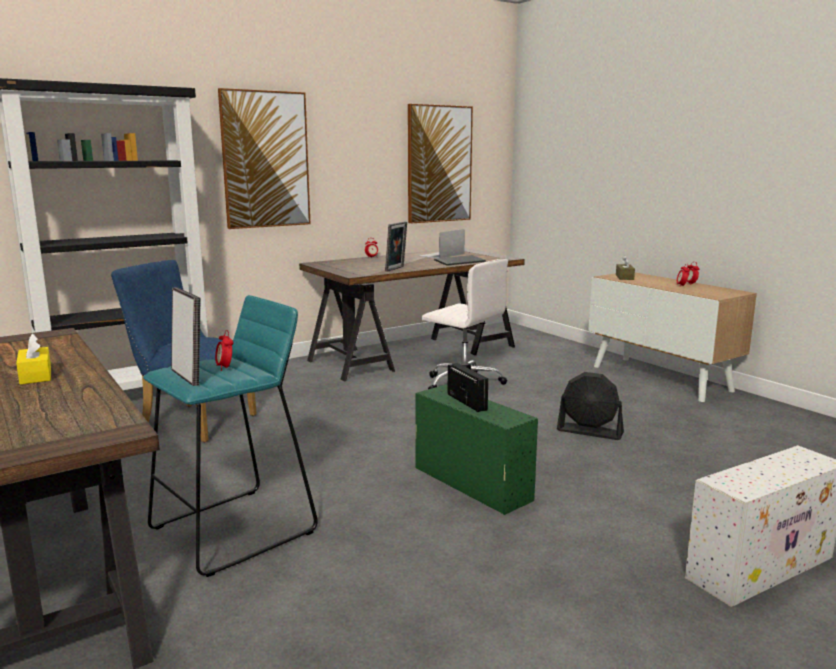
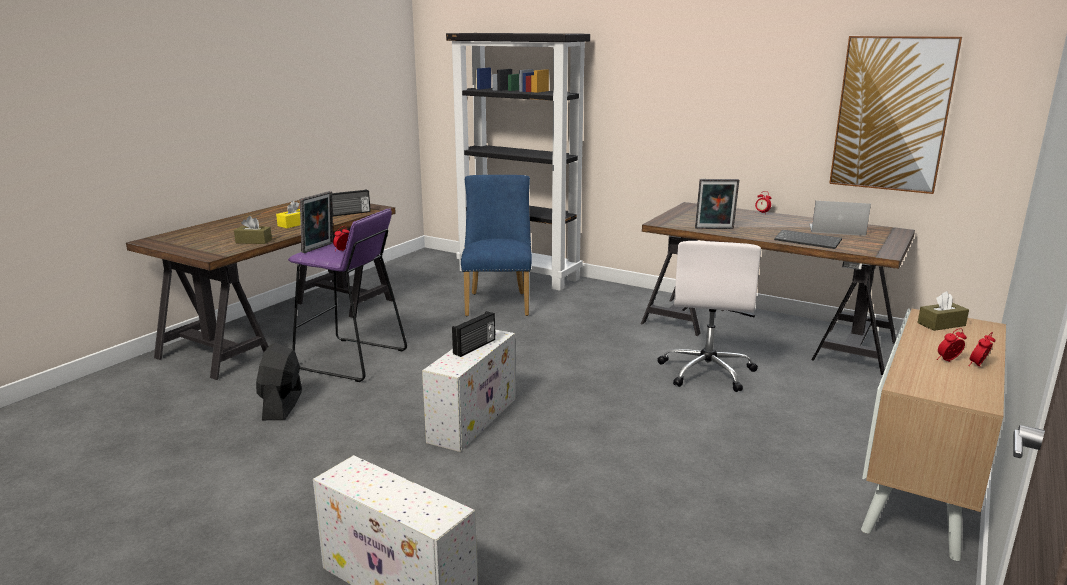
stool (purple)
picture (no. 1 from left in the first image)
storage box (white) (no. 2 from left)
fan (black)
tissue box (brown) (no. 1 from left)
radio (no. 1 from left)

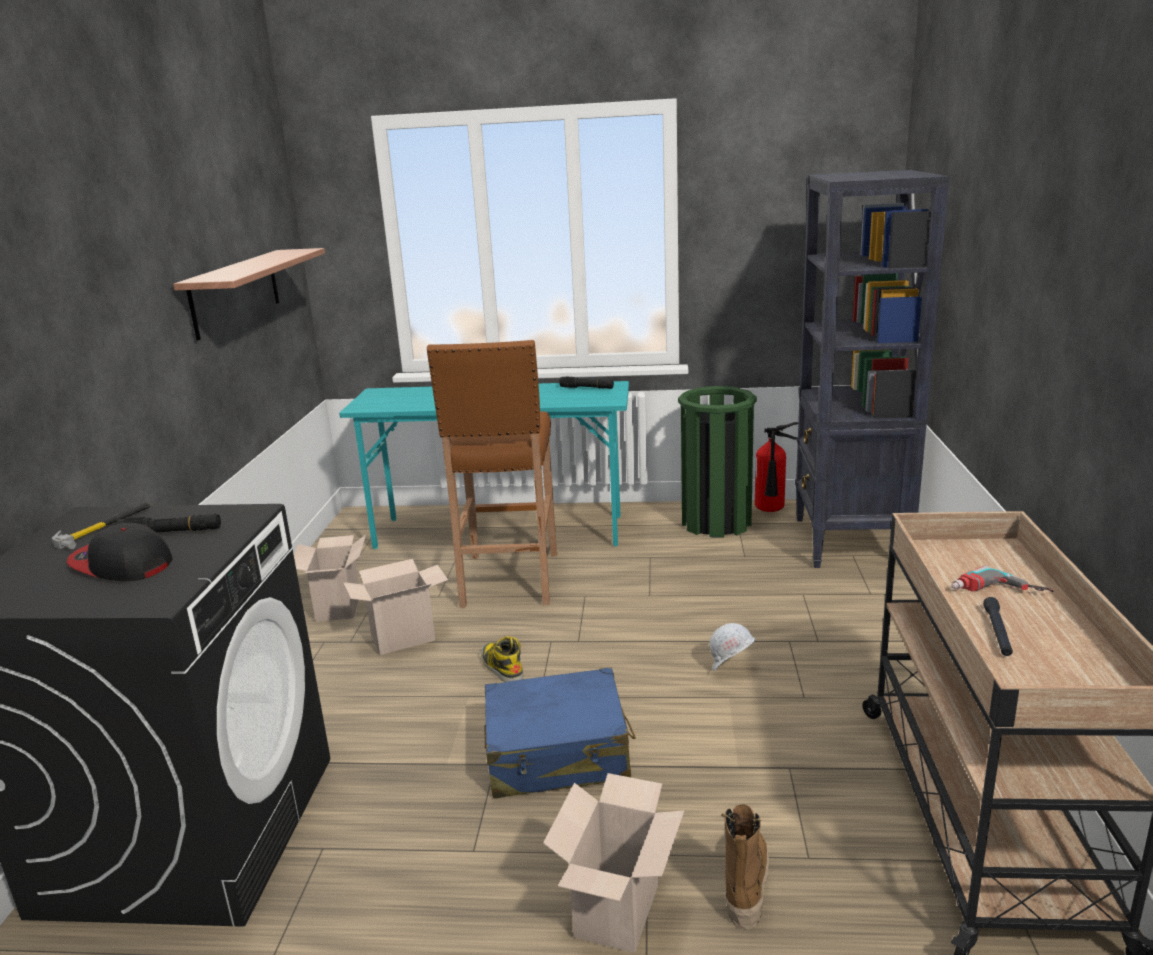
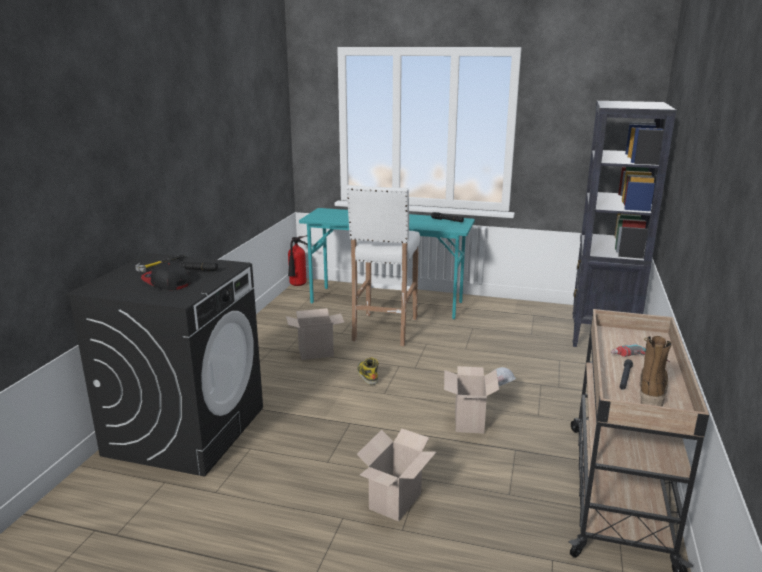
shelf
cardboard box (no. 3 from left)
stool (white)
suitcase (blue)
trash can (green)
boot (no. 2 from left)
fire extinguisher

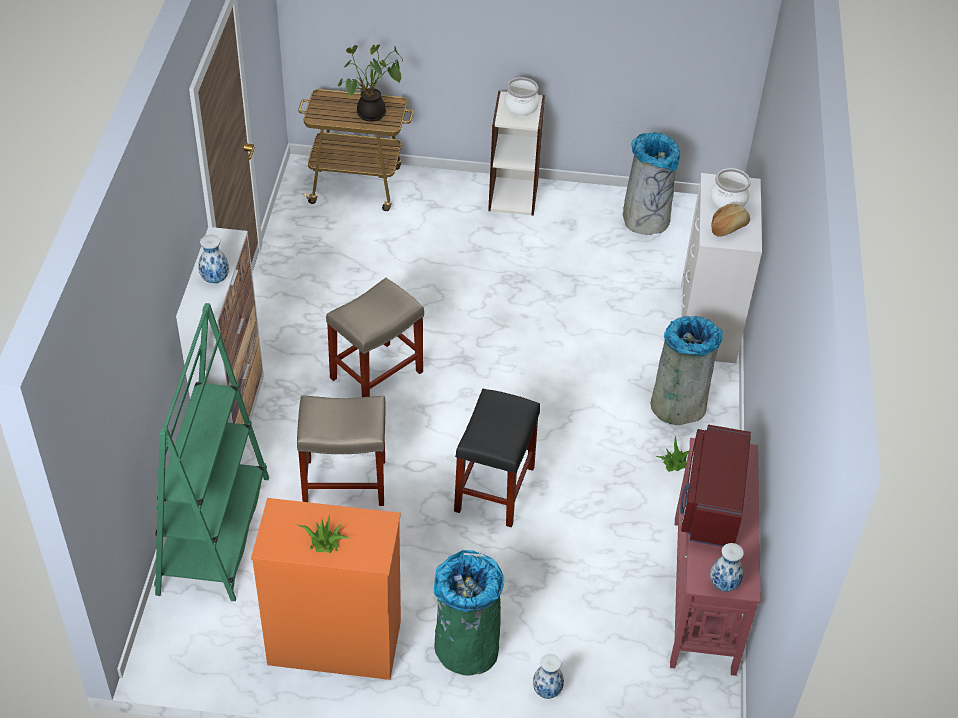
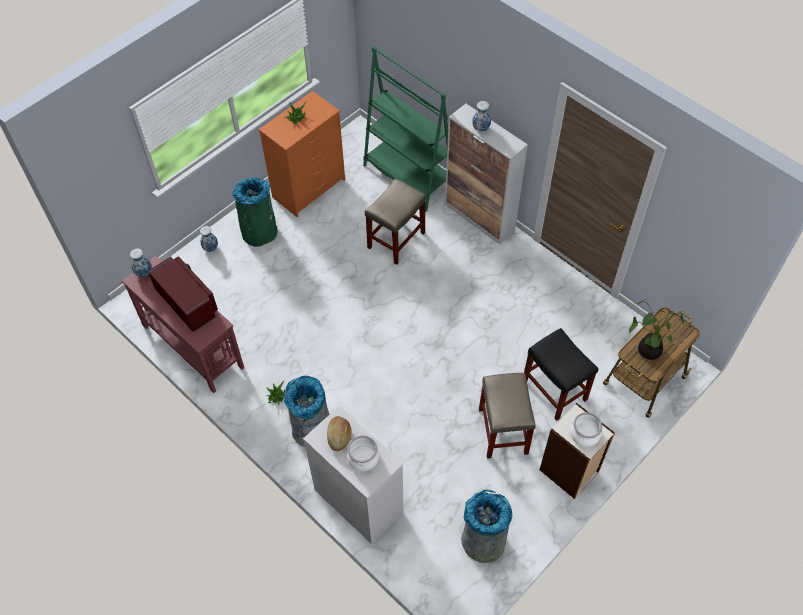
stool (beige) (no. 2 from left)
stool (black)

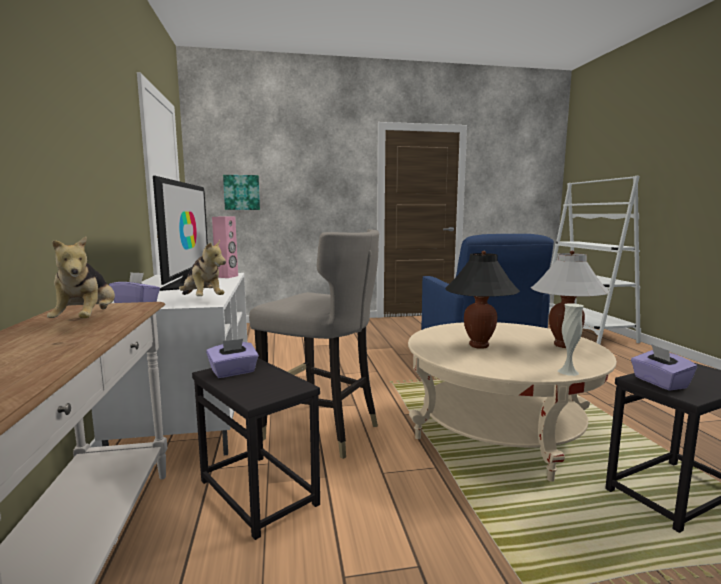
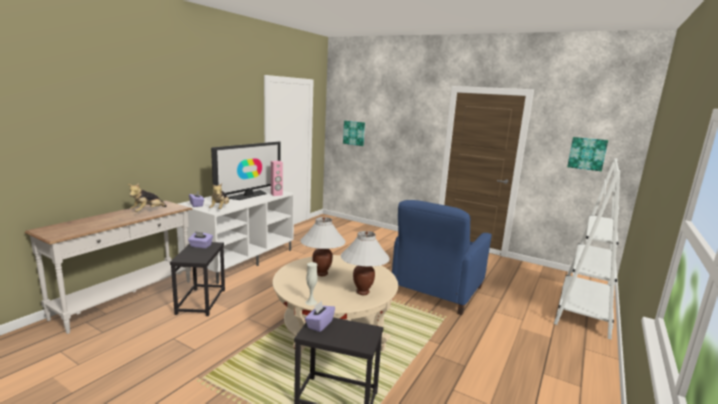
stool (grey)
table lamp (white) (no. 1 from left)
picture (no. 2 from left)

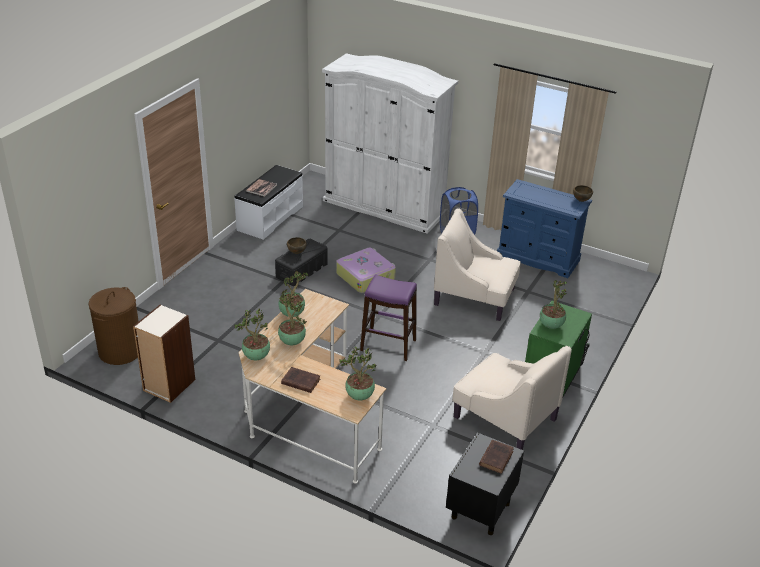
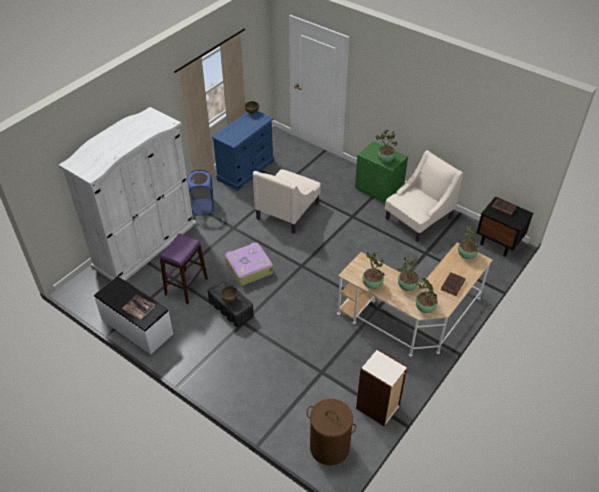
stool (purple)

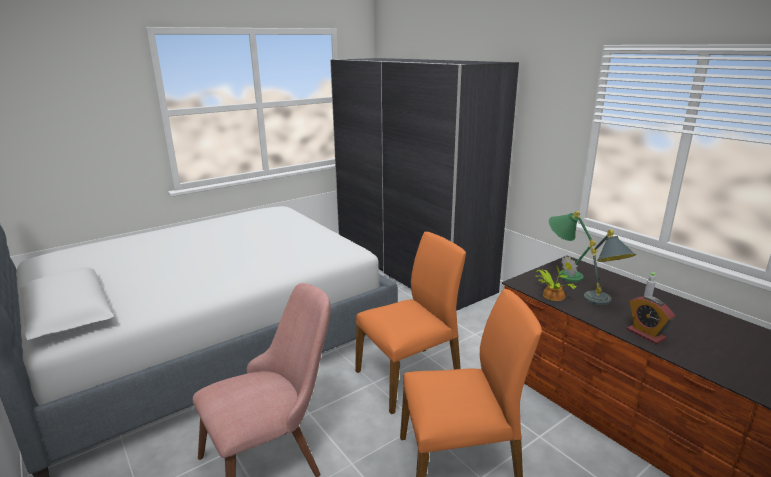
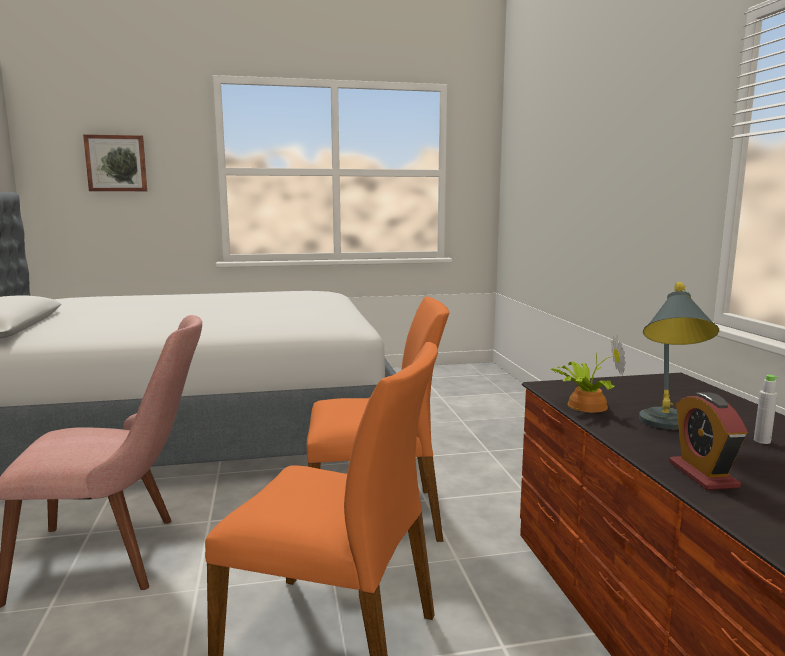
wardrobe (grey)
table lamp (green)
picture

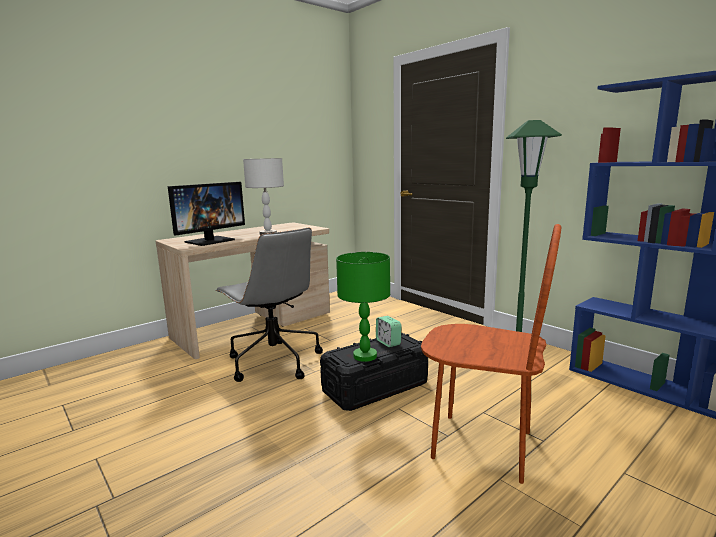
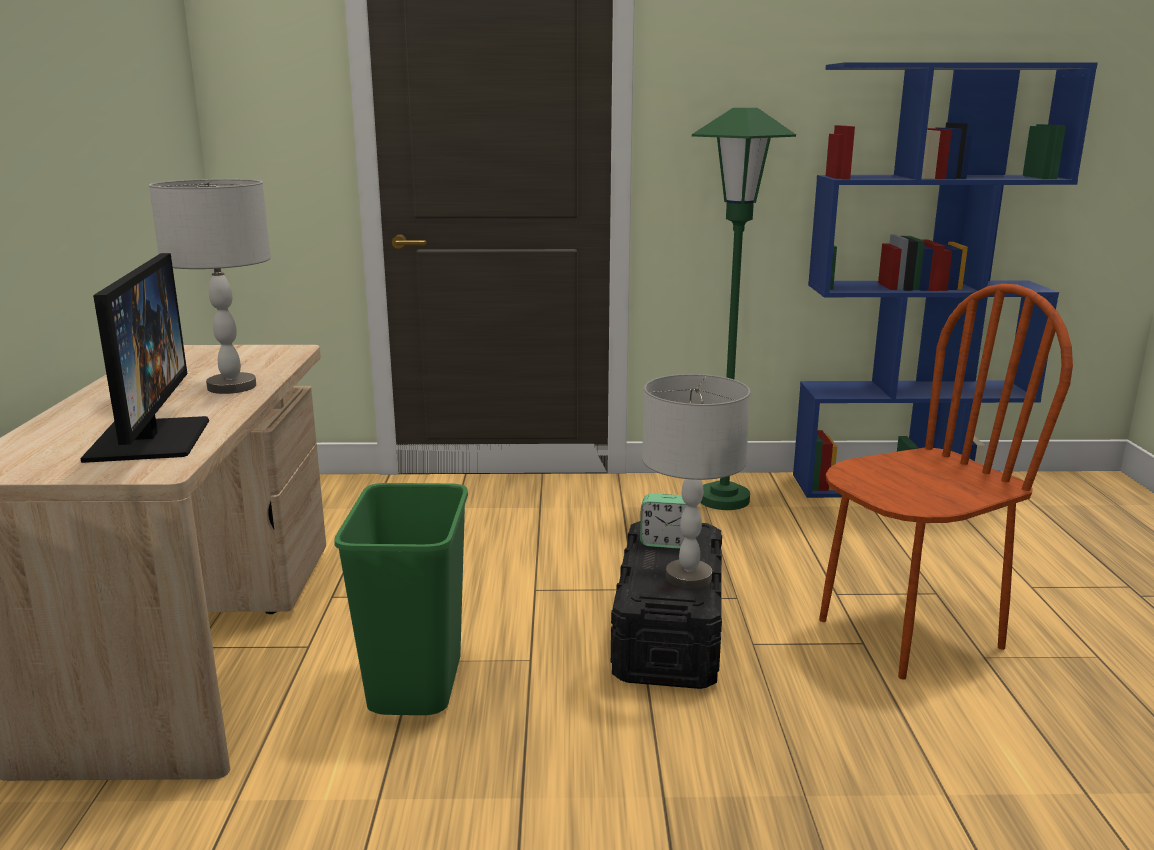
trash can (green)
table lamp (grey) (no. 2 from left)

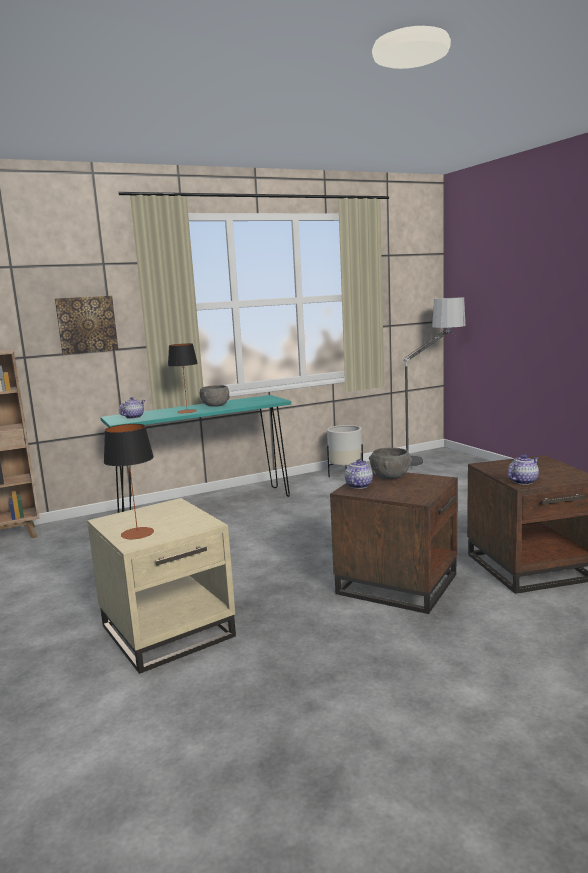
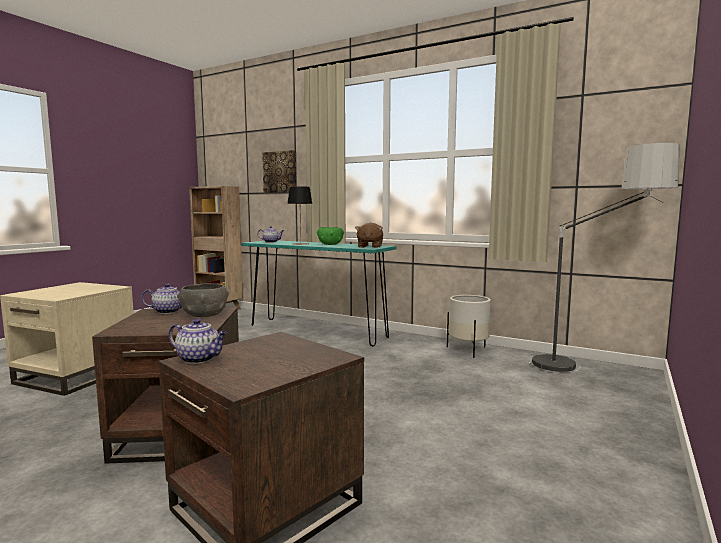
table lamp (no. 1 from left in the first image)
bowl (green)
plush toy (brown)

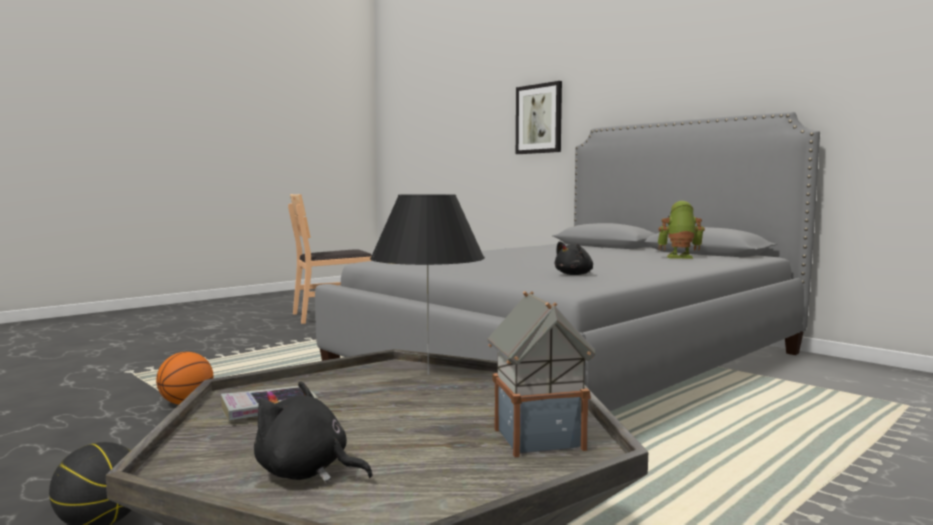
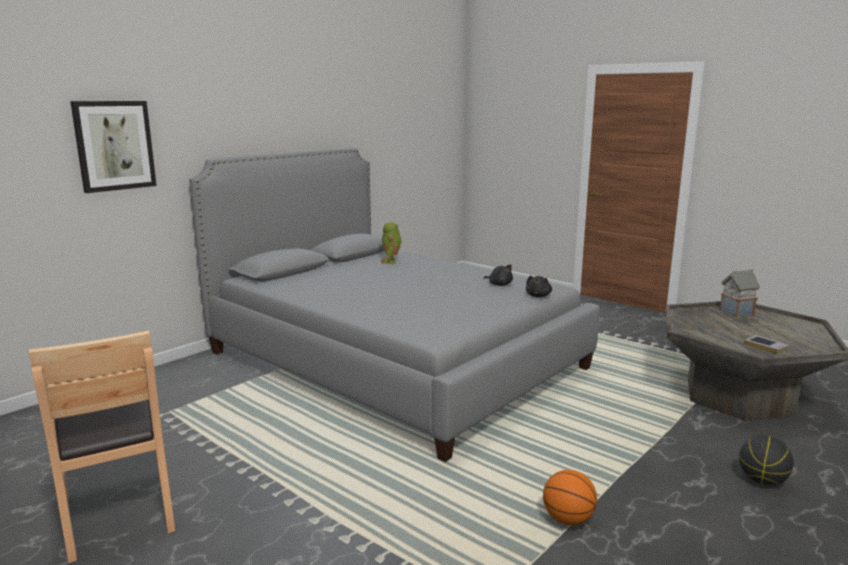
plush toy (black) (no. 2 from left)
table lamp (black)

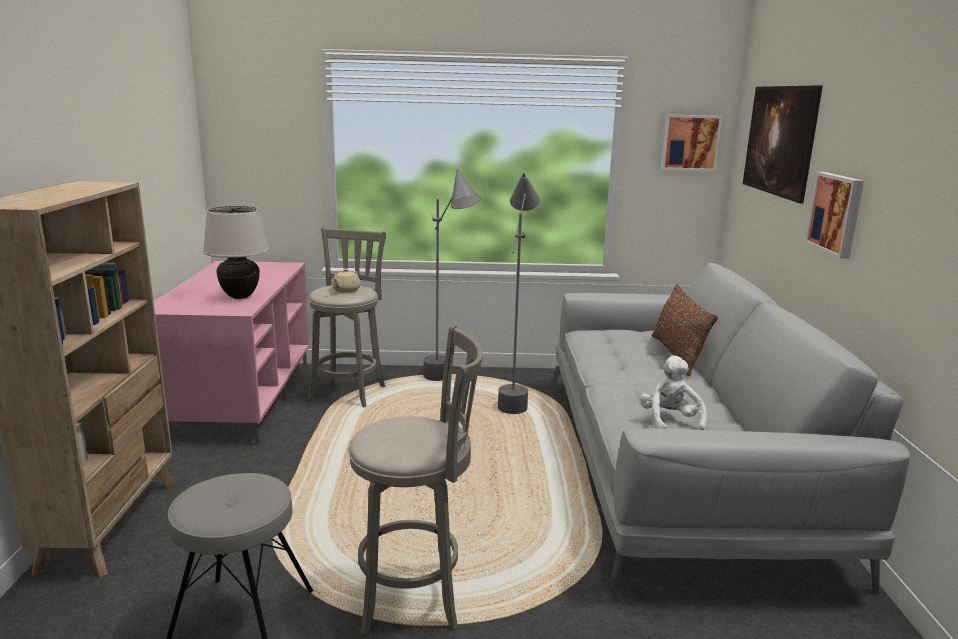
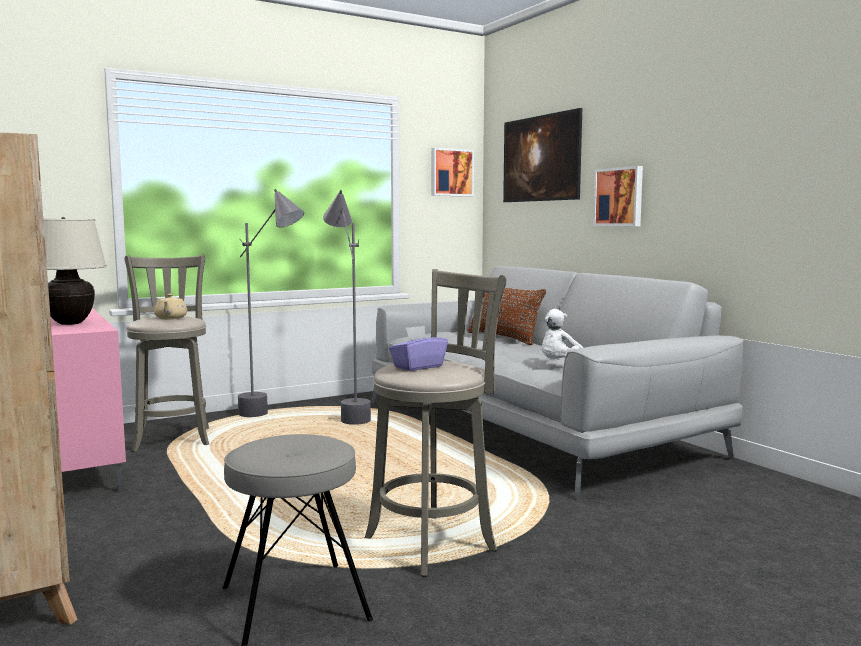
plush toy (white)
tissue box (purple)

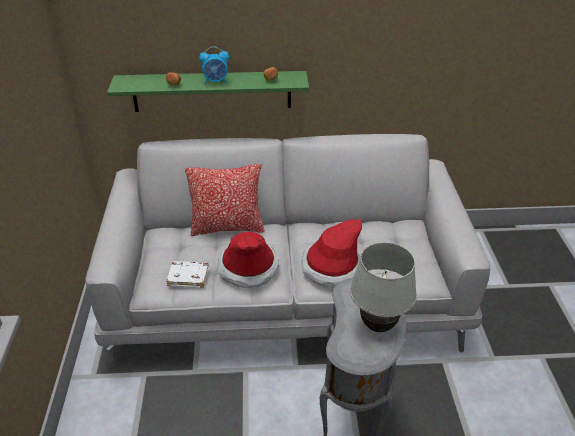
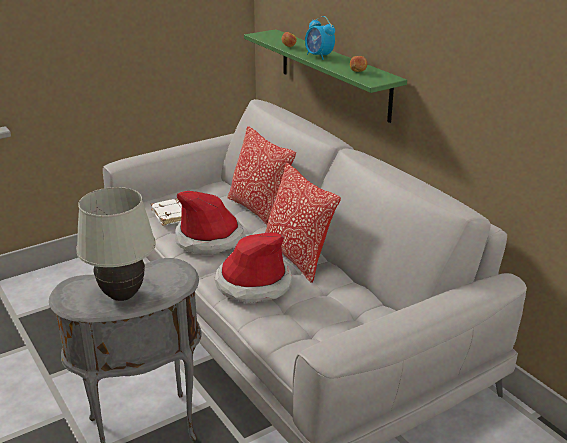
pillow (no. 2 from left)

